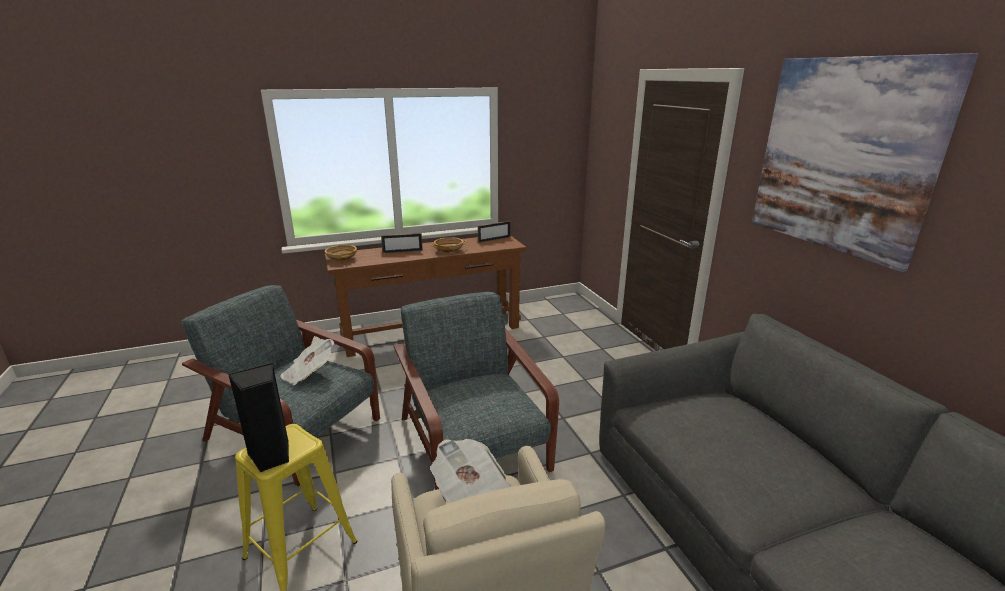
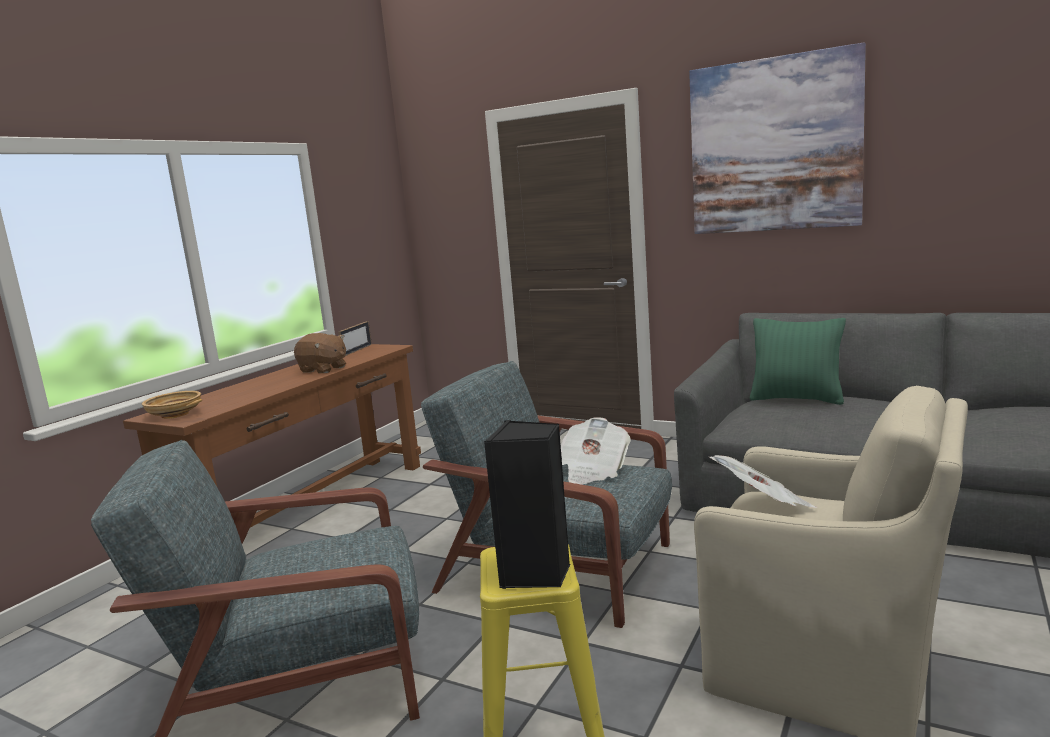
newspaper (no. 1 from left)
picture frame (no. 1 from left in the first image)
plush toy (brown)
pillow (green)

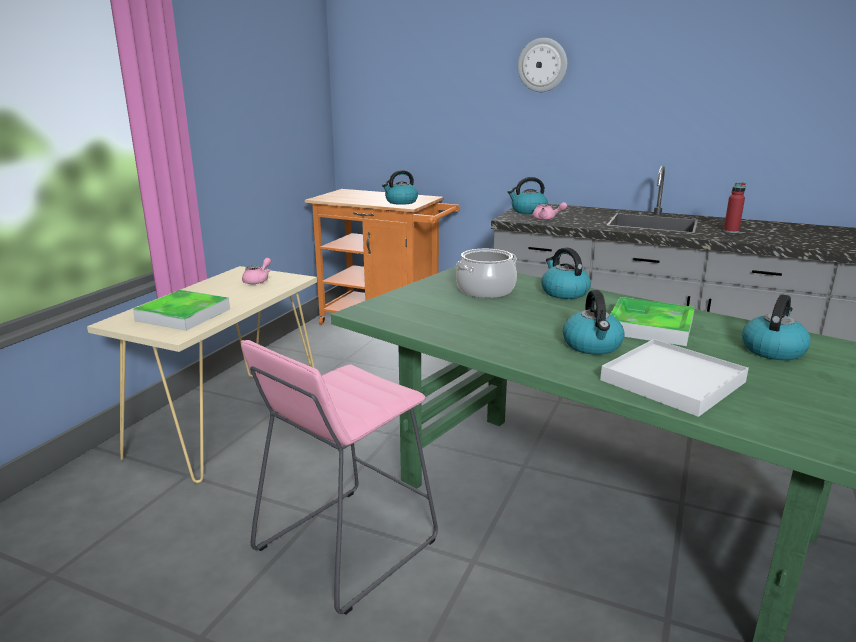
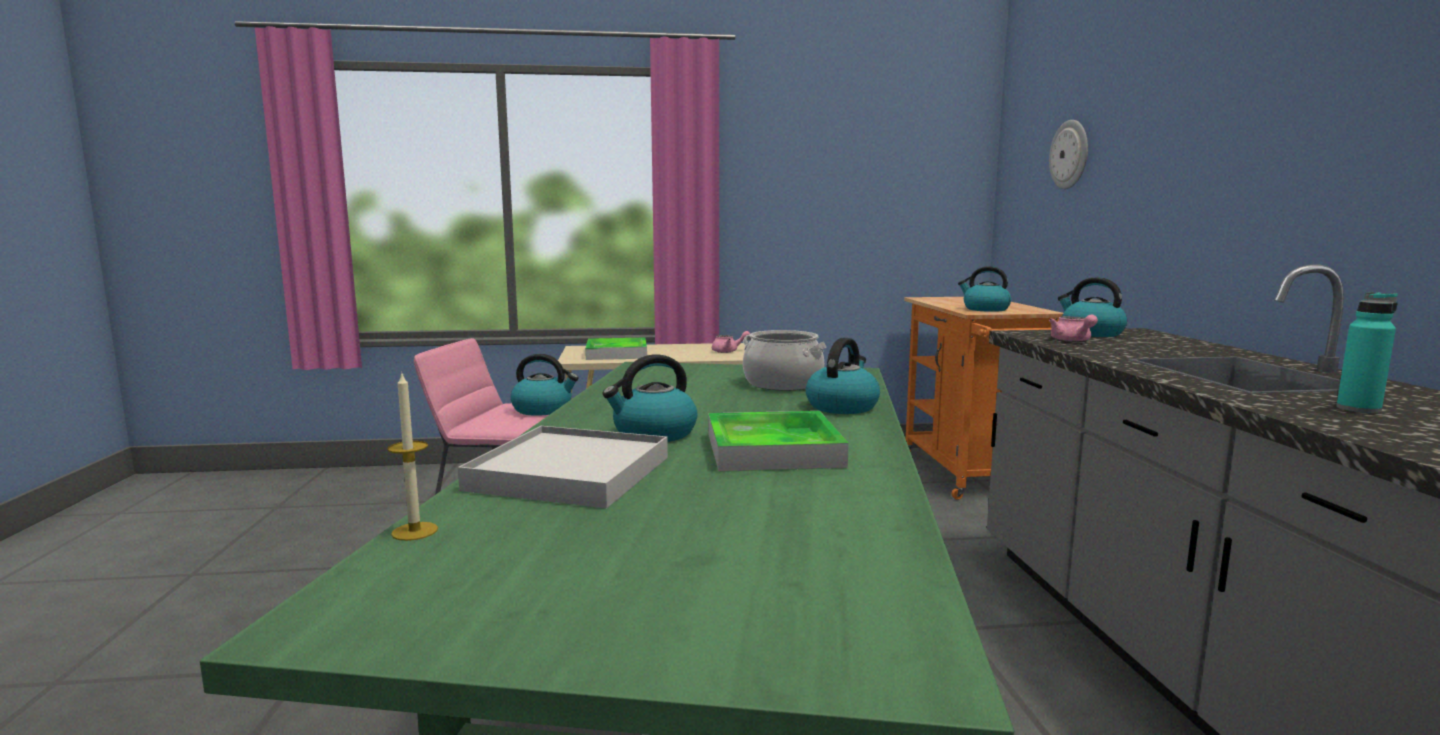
wall clock
bottle (turquoise)
kettle (no. 1 from left)
candle

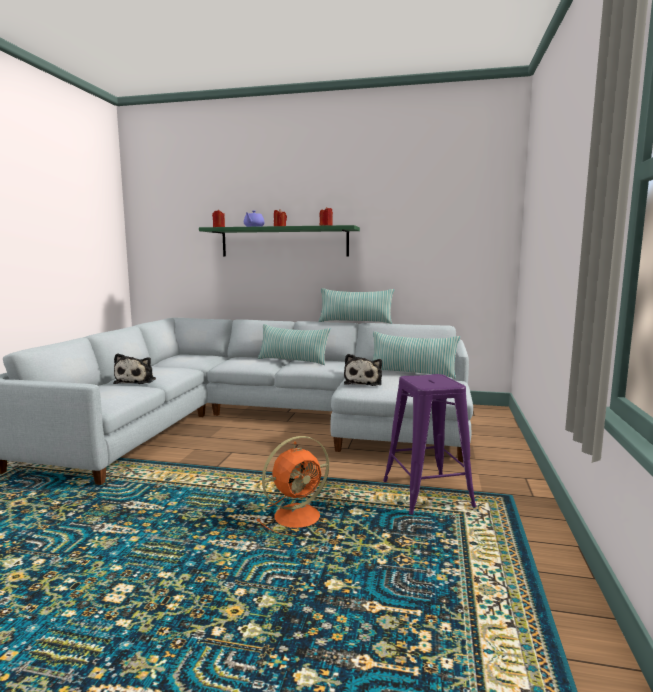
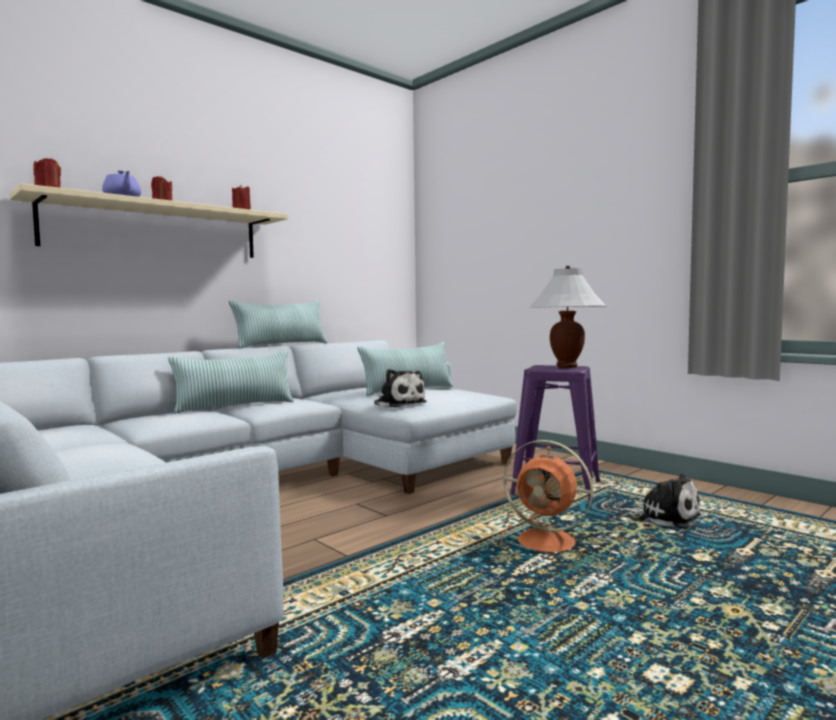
plush toy (no. 2 from left)
shelf (beige)
fan (orange)
table lamp (white)

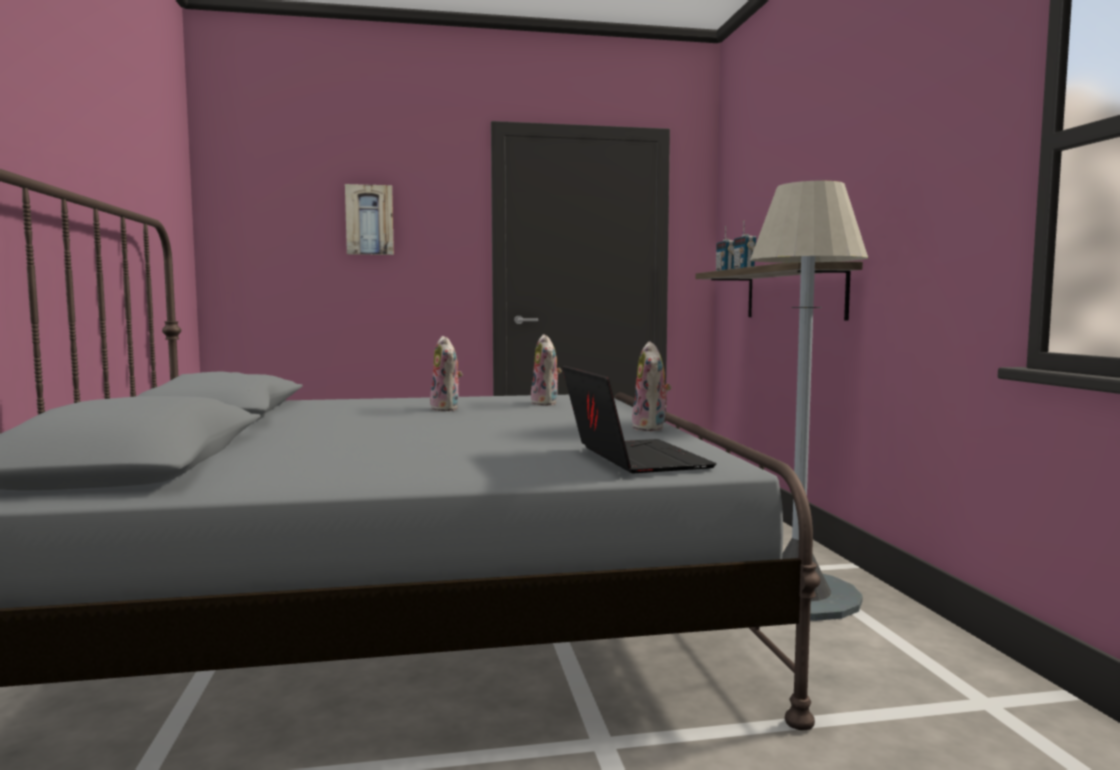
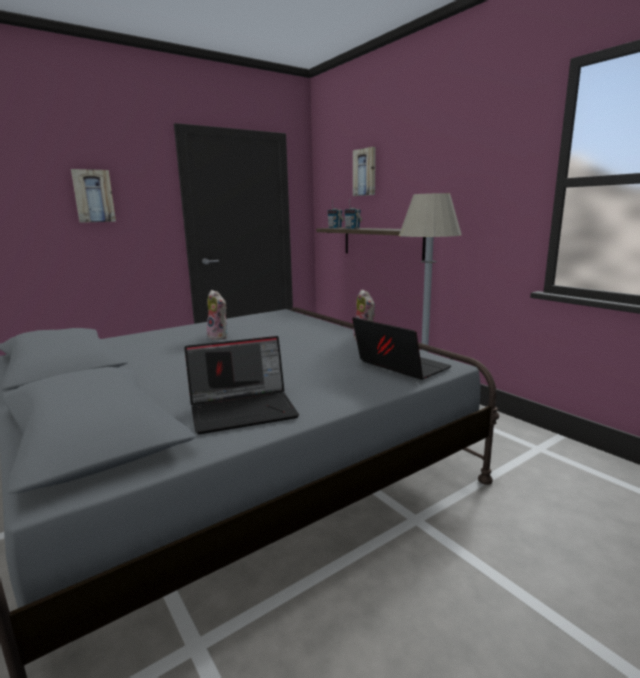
plush toy (no. 2 from left in the first image)
laptop (no. 1 from left)
picture (no. 2 from left)

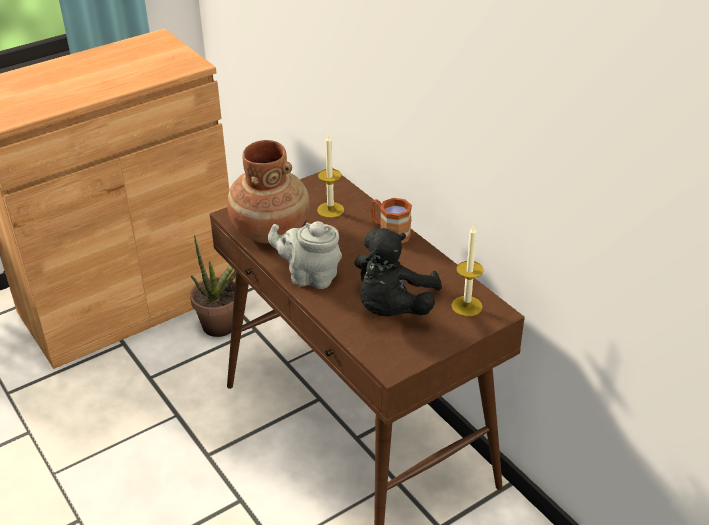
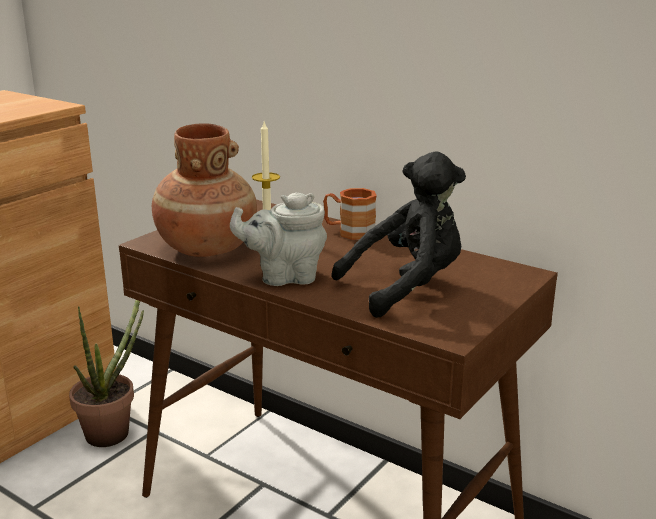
plush toy (black)
candle (no. 2 from left in the first image)

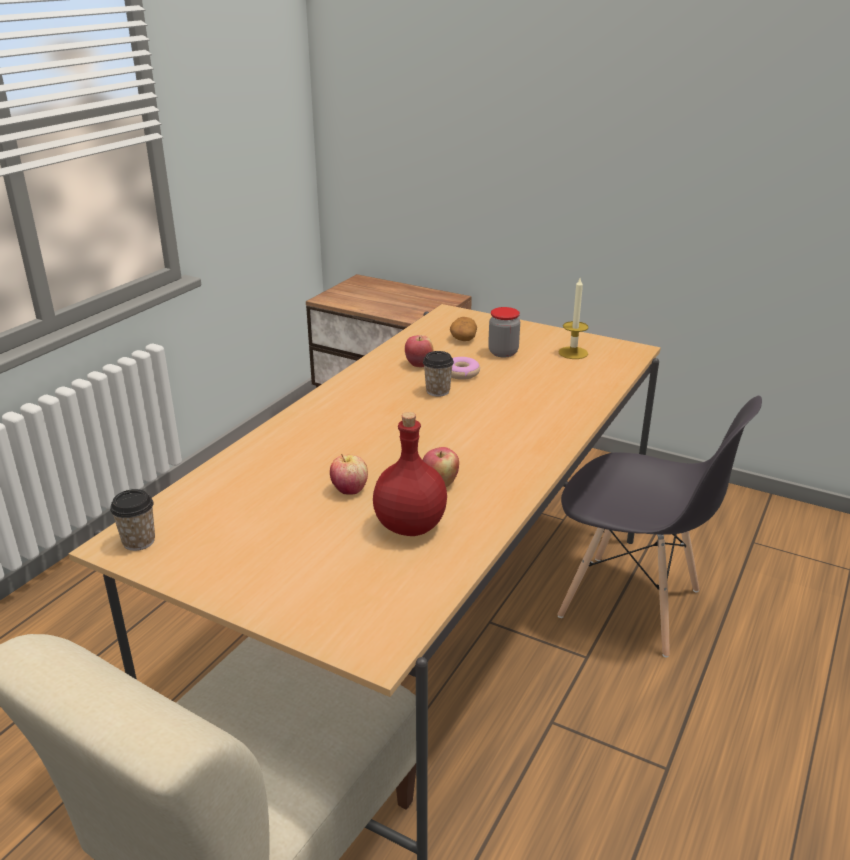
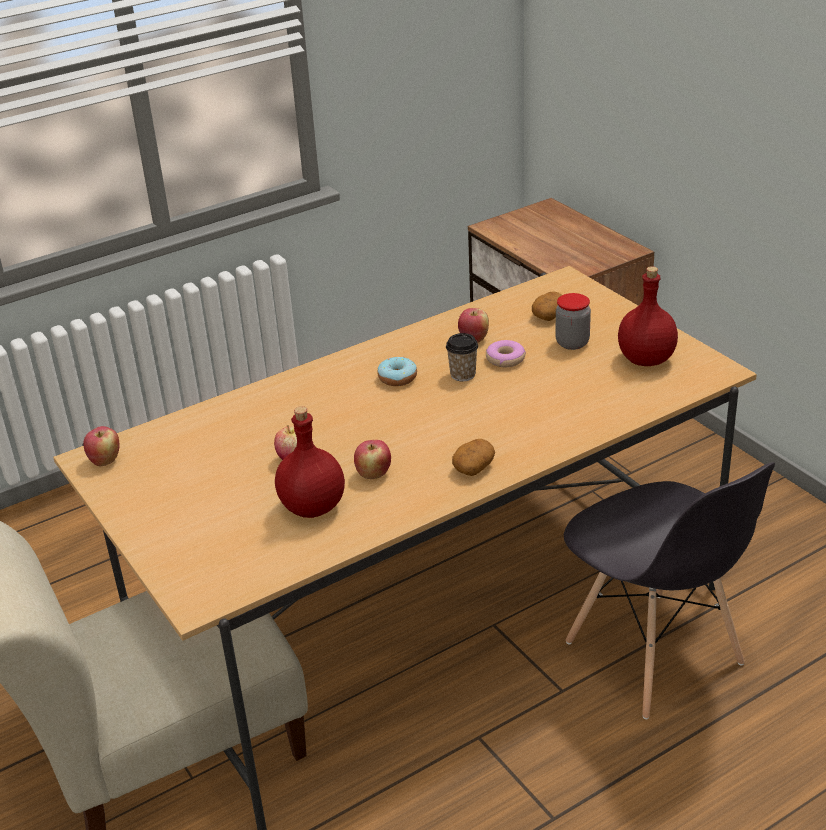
apple (no. 1 from left)
bottle (red) (no. 2 from left)
donut (no. 1 from left)
potato (no. 1 from left)

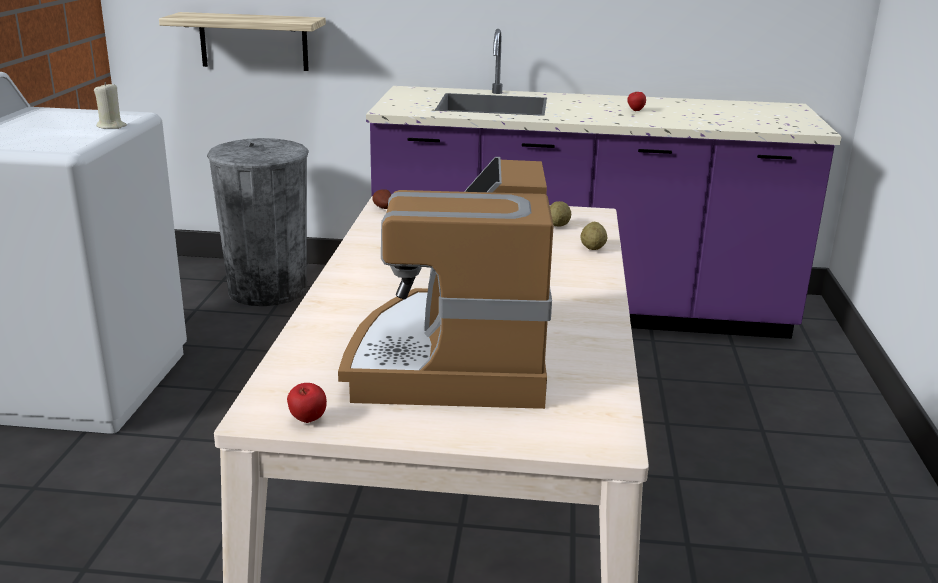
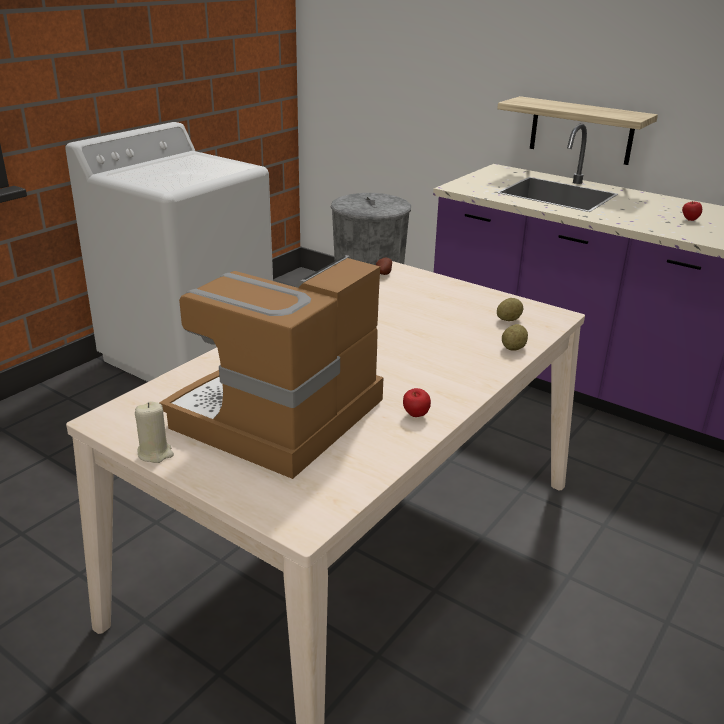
candle (beige)
shelf
apple (no. 1 from left)

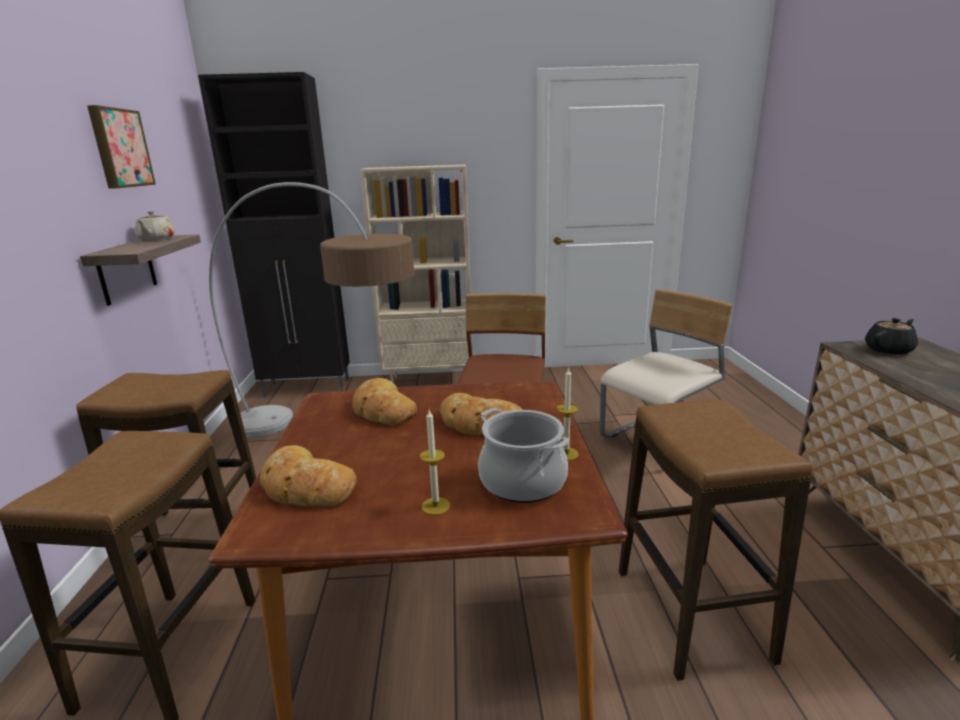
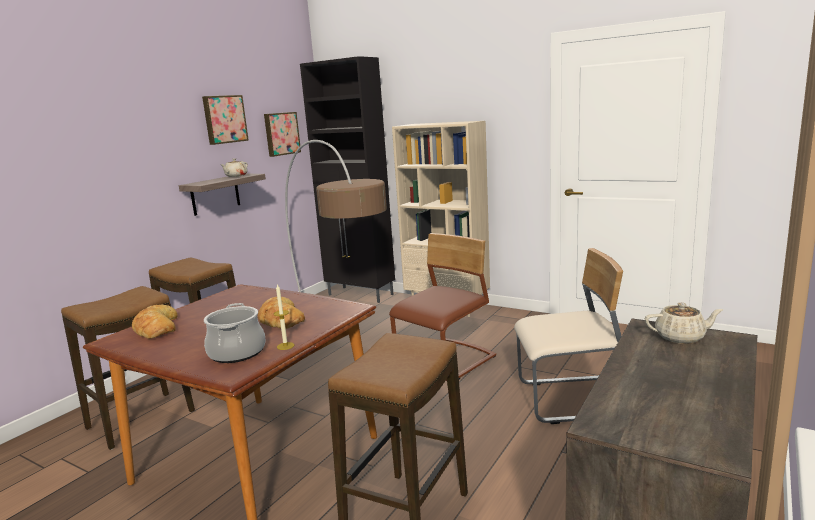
bread (no. 2 from left in the first image)
candle (no. 1 from left in the first image)
teapot (beige) (no. 2 from left)
picture (no. 2 from left)

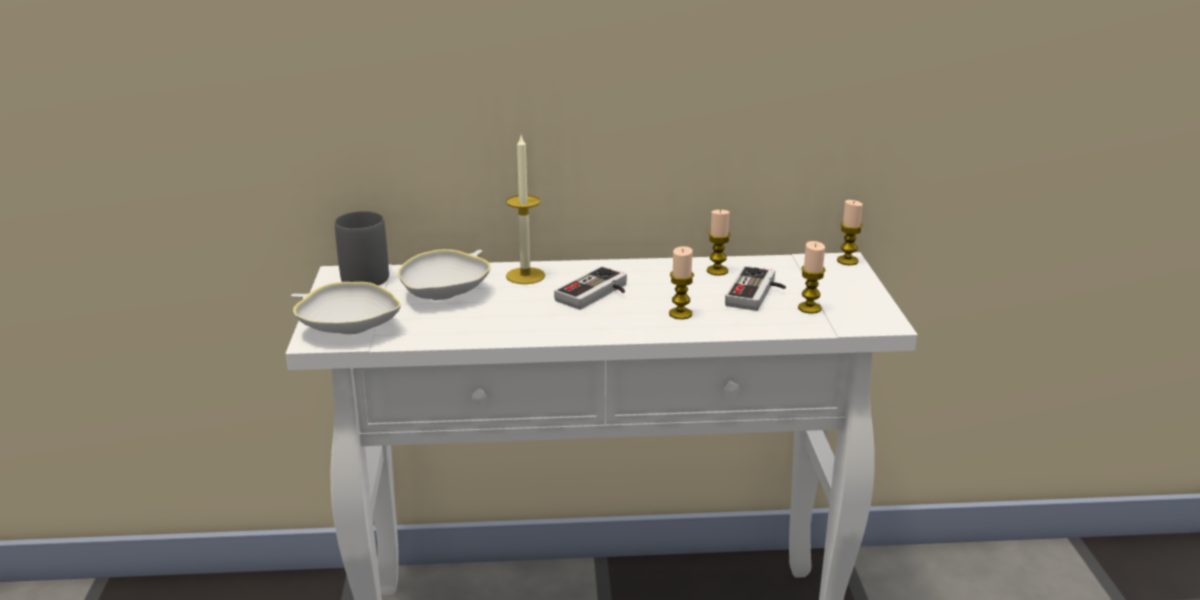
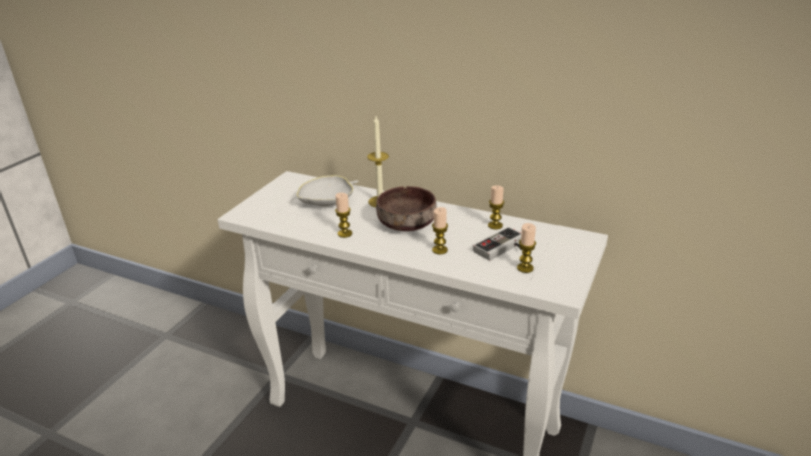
bowl (white) (no. 1 from left in the first image)
mug (grey)
bowl (brown)
candle (no. 1 from left)

